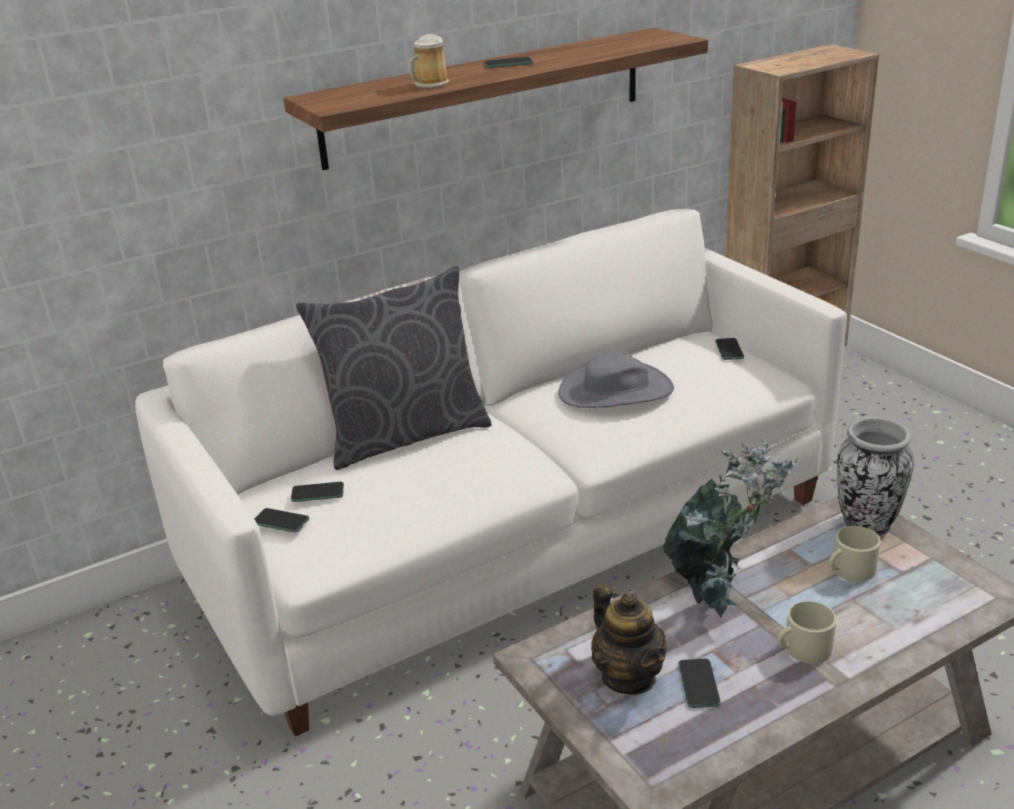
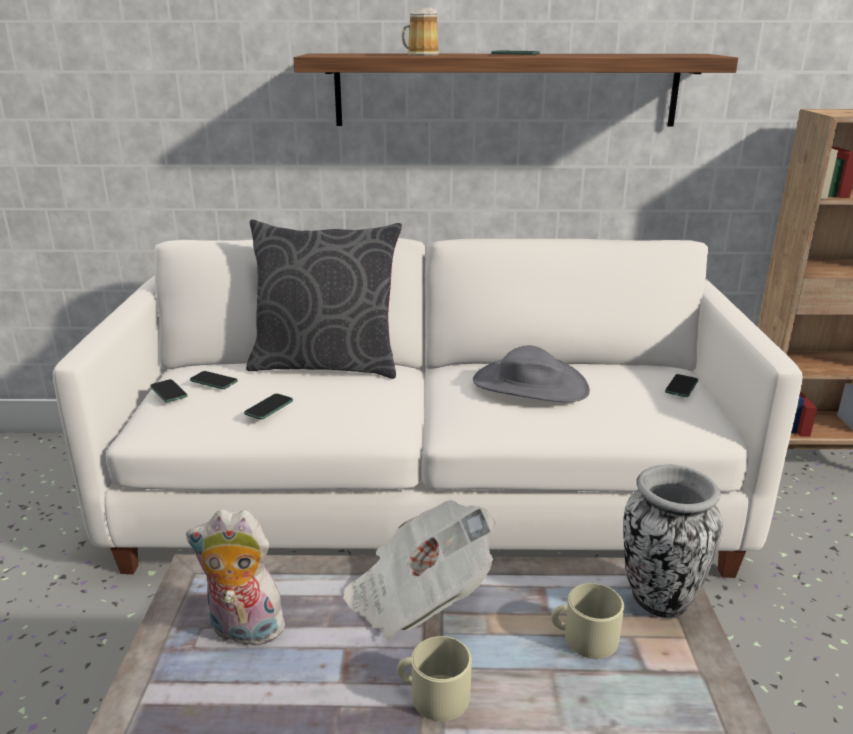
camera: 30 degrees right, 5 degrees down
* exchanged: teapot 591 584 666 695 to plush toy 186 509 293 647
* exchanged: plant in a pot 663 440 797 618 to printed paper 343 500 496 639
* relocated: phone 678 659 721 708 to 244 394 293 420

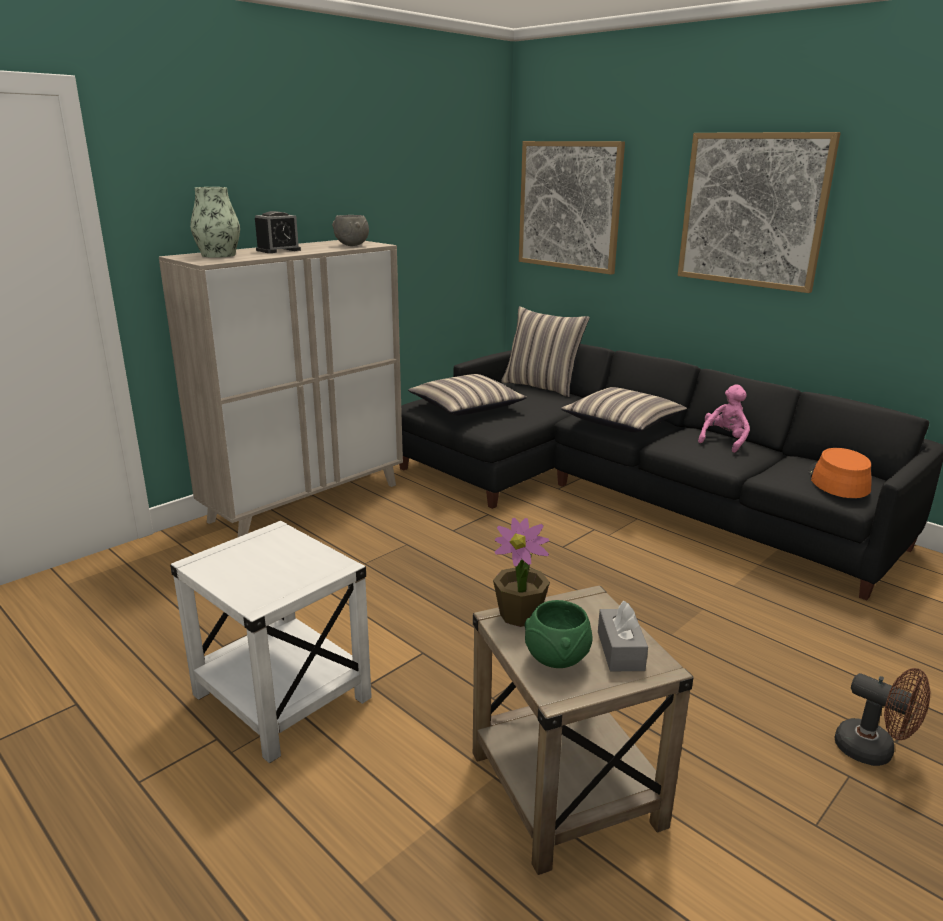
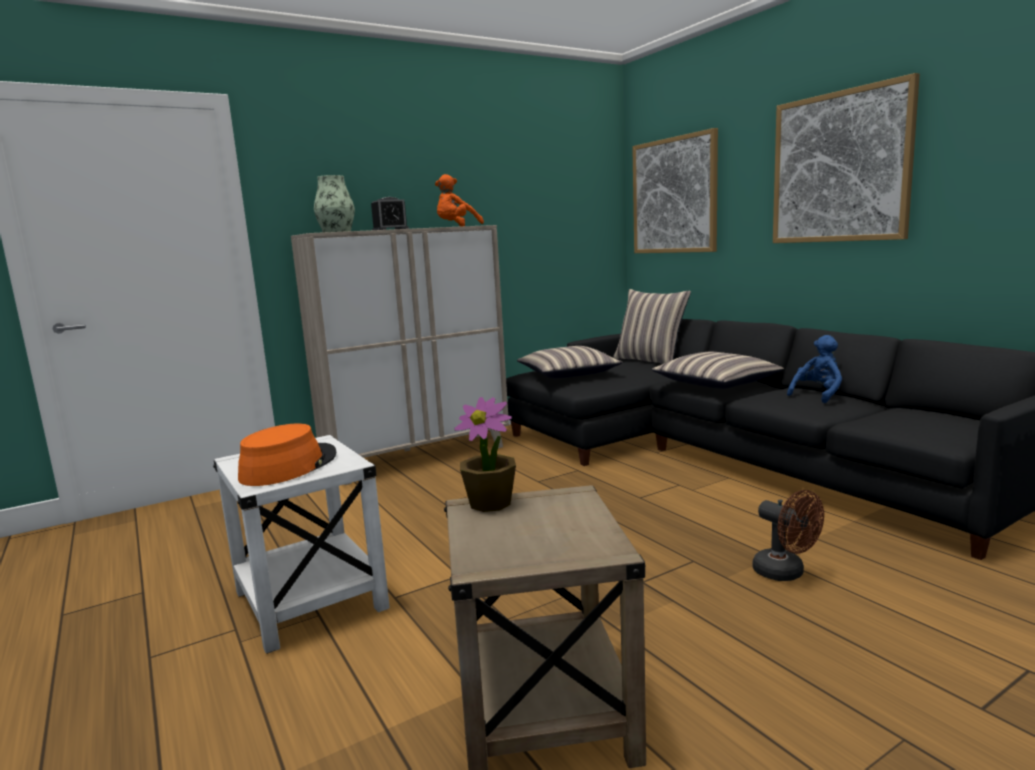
camera: 15 degrees right, 10 degrees down
* exchanged: gray deep dish 332 215 369 246 to orangey plush toy 435 174 484 226
* missing: green-coloured deep dish 525 600 593 668
* missing: gray box of tissues 598 601 648 671
* colour: pinkish plush toy 698 384 750 453 to blue plush toy 787 335 842 403
* relocated: orangey wearable hat 809 448 872 498 to 238 423 336 486
* relocated: brownish cooling fan 834 668 931 766 to 753 490 824 581

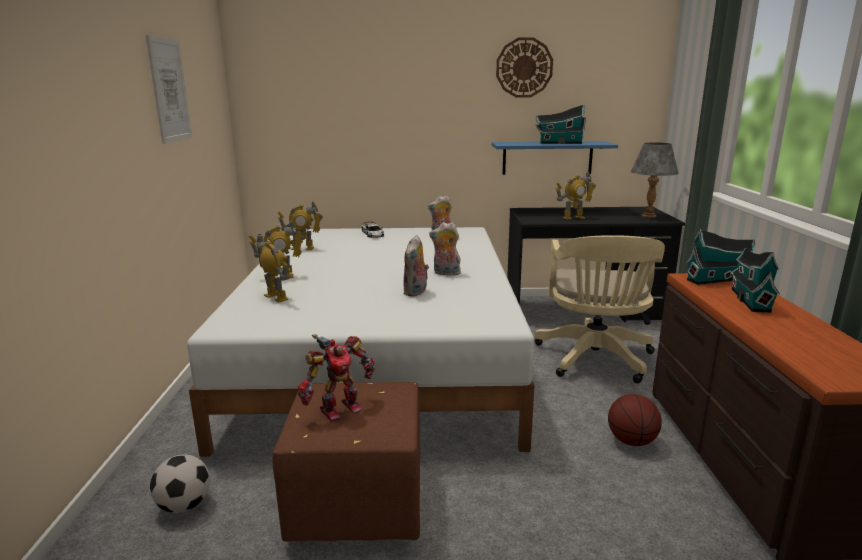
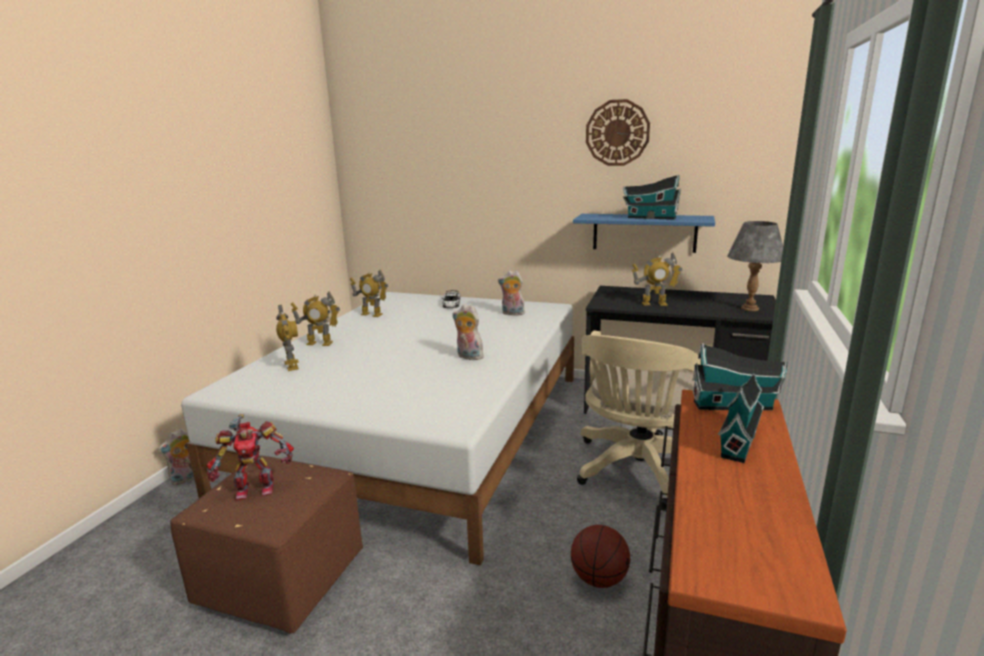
camera: 20 degrees right, 0 degrees up
* missing: wall art 146 35 192 144
* missing: ball for football 150 455 210 513
* relocated: plush toy 403 235 429 296 to 157 428 194 485

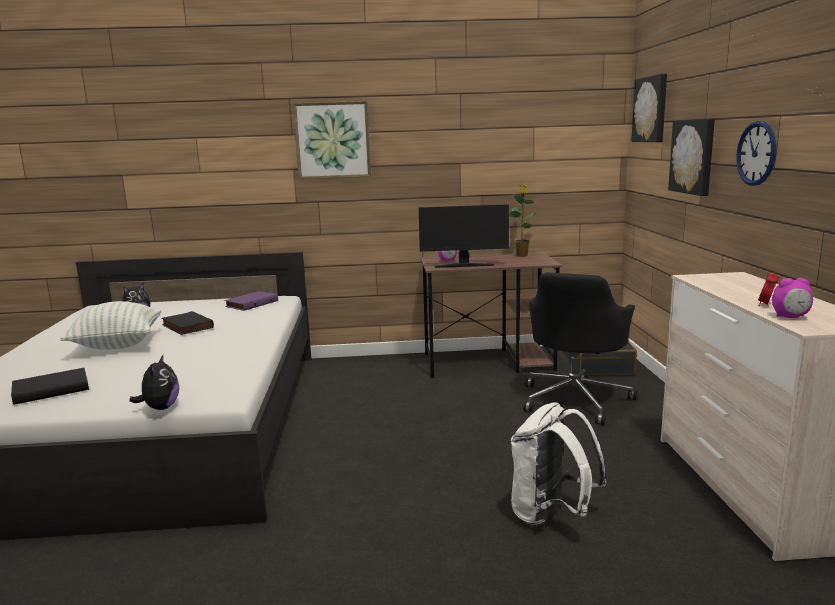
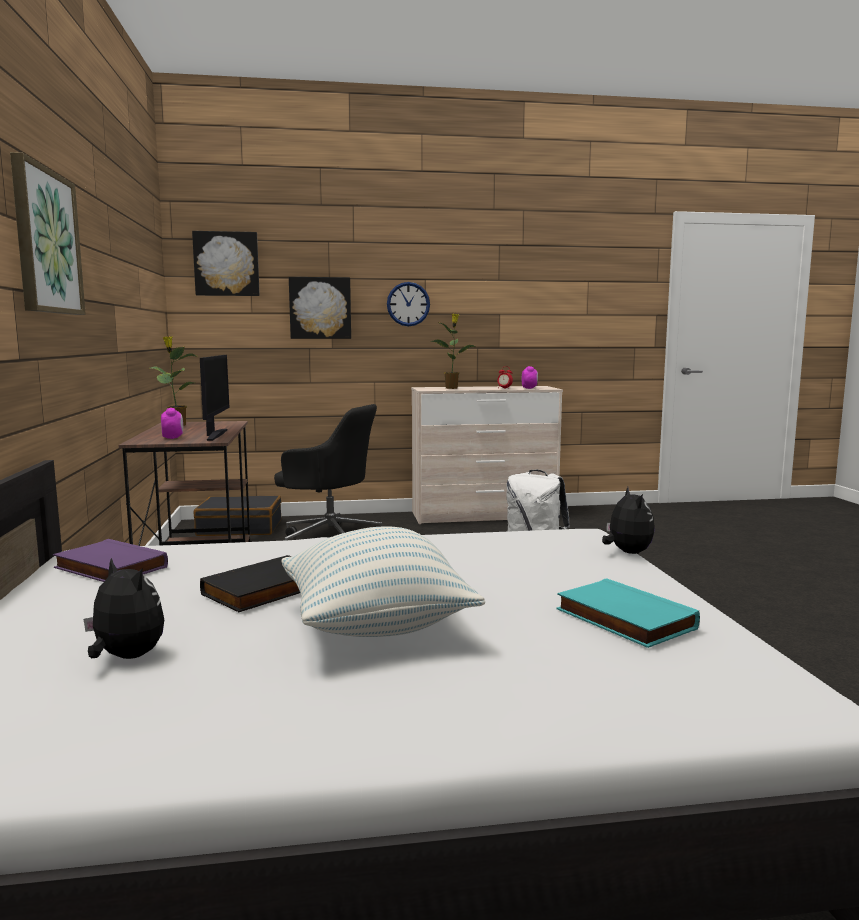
camera: 95 degrees left, 5 degrees down
* colour: black-coloured volume 11 368 89 405 to turquoise volume 556 578 700 648
* spun: plush toy 129 355 179 410 = 602 487 655 554 90 degrees clockwise
* appeared: plant in a pot 430 314 477 389

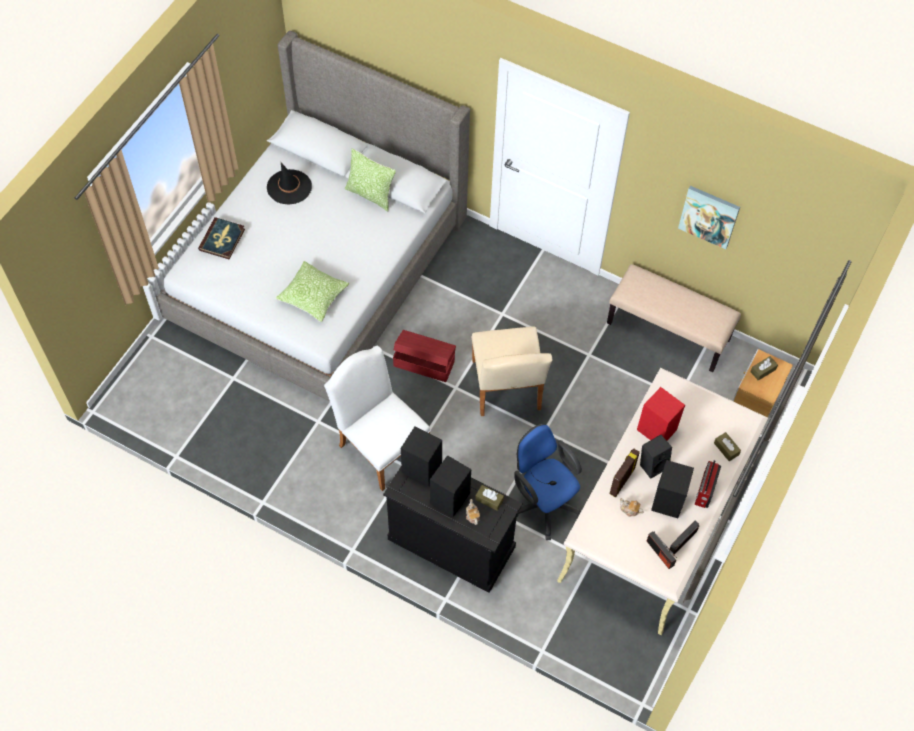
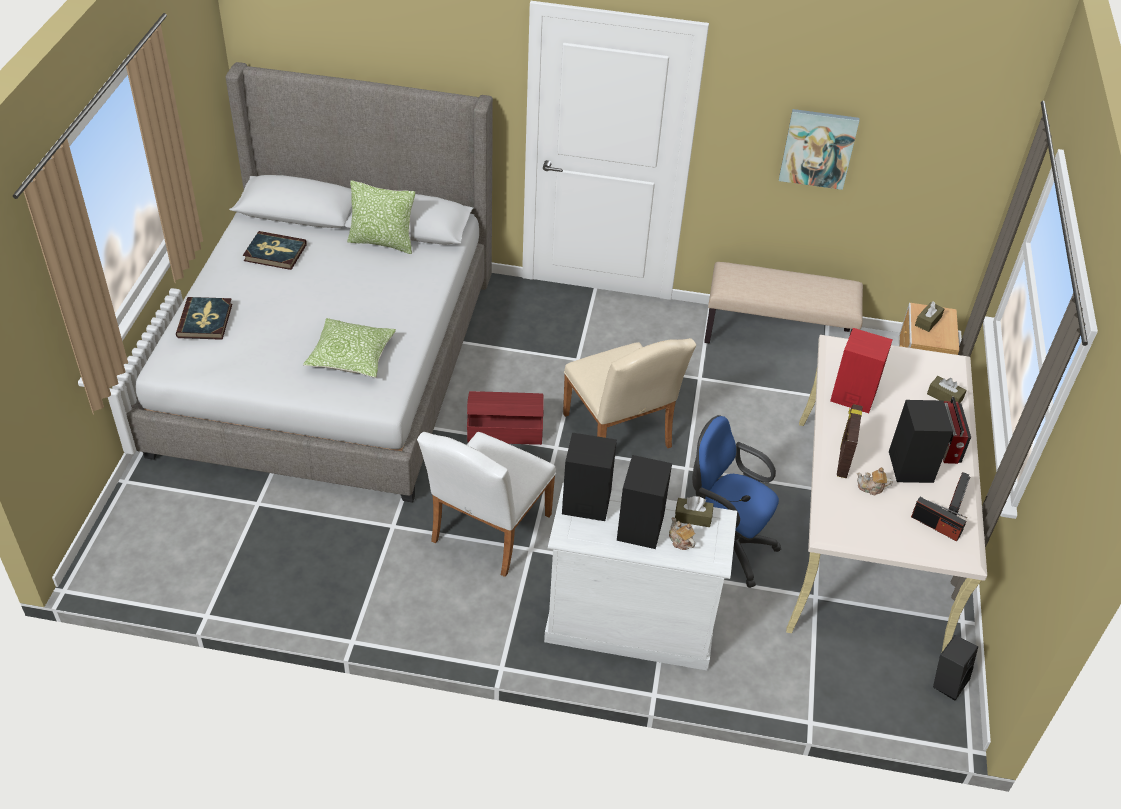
camera: 20 degrees left, 15 degrees down
* exchanged: black-coloured wearable hat 267 161 312 205 to volume 243 231 307 270
* spun: white upright chair 324 346 431 491 = 417 432 556 577 90 degrees counterclockwise
* colour: black-coloured chest of drawers 383 466 523 593 to white chest of drawers 544 483 737 670
* relocated: black-coloured audio speaker 640 435 672 479 to 933 635 978 701

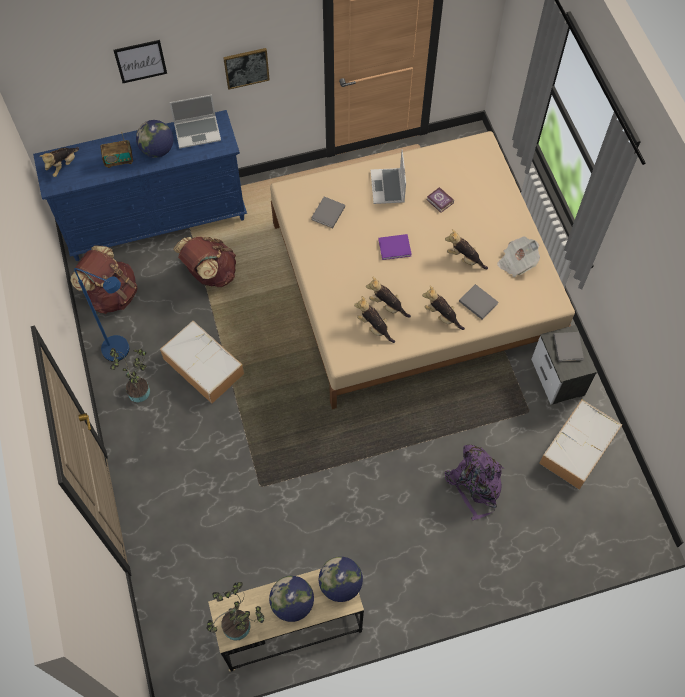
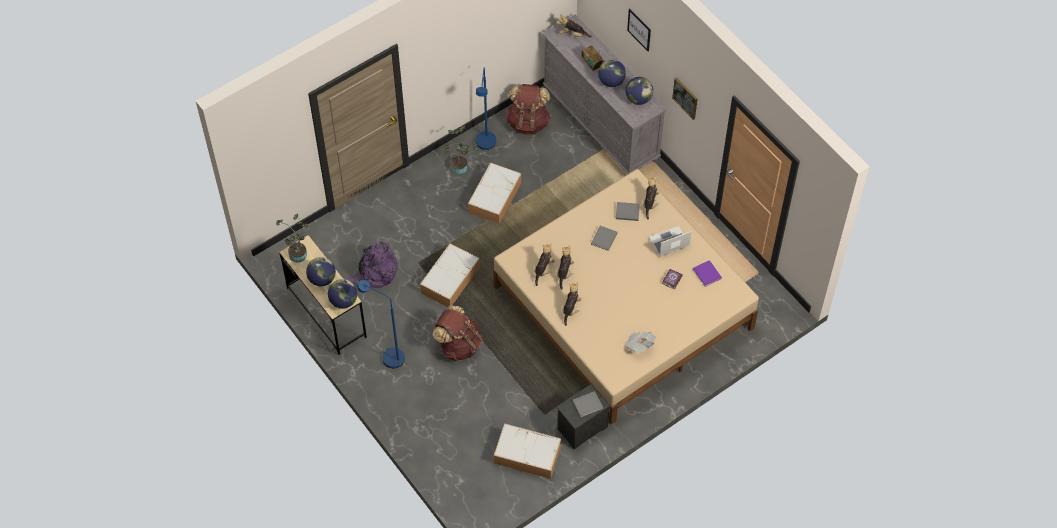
camera: 70 degrees right, 5 degrees down
* colour: blue chest of drawers 33 110 247 261 to gray chest of drawers 542 15 667 175
* exchanged: portable computer 169 95 221 149 to world globe 625 77 653 105
* relocated: brownish backpack 173 236 236 287 to 433 305 483 361
* relocated: purple volume 378 234 412 260 to 693 260 722 287
* relocated: plush toy 445 229 488 269 to 643 176 659 219
* relocated: purple backpack 445 445 504 521 to 348 241 397 288
* relocated: gray volume 459 284 498 319 to 591 226 617 251
* appeared: blue standard lamp 357 280 405 368
* appeared: storage bin 420 244 480 307

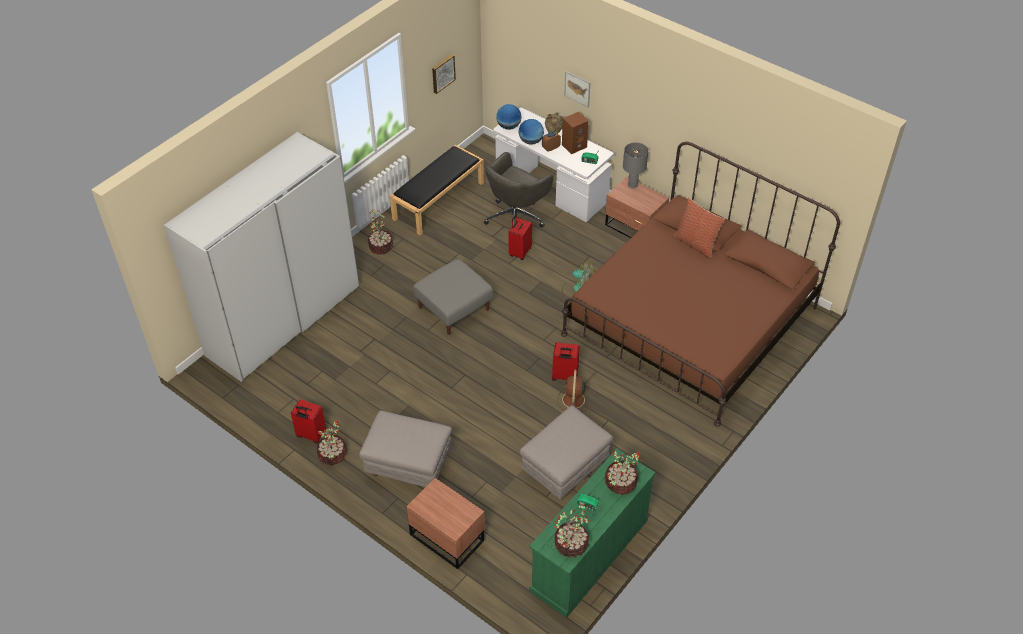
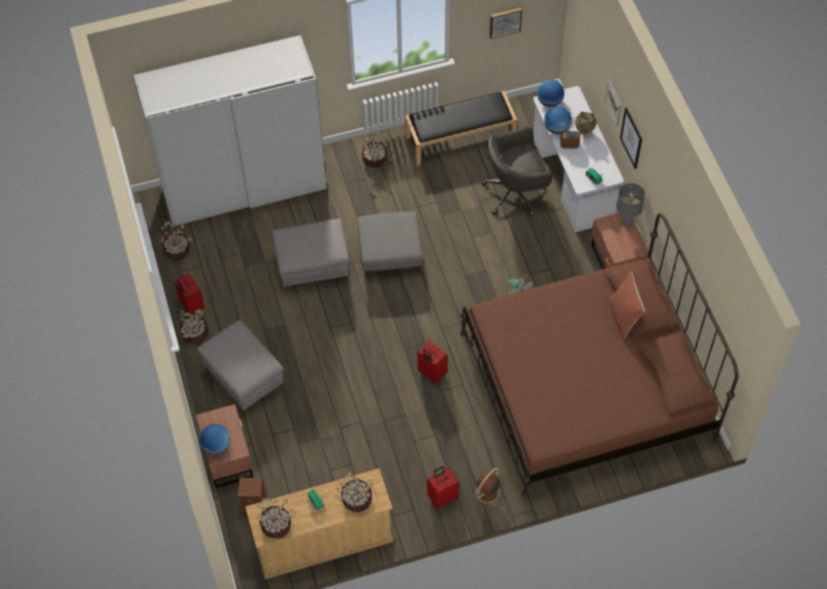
camera: 35 degrees right, 10 degrees up
* relocated: reddish piece of luggage 509 214 532 260 to 427 466 459 509
* relocated: gray footrest 520 405 613 500 to 272 219 350 287
* colour: green-coloured chest of drawers 529 449 656 618 to sand-coloured chest of drawers 245 468 393 579
* relocated: brownish cooling fan 557 370 590 412 to 470 468 503 510
* relocated: brownish audio speaker 562 112 589 154 to 238 478 266 513
* appeared: plant in a pot 160 220 194 261
* appeared: world globe 200 424 230 455
* appeared: wall art 620 107 642 169

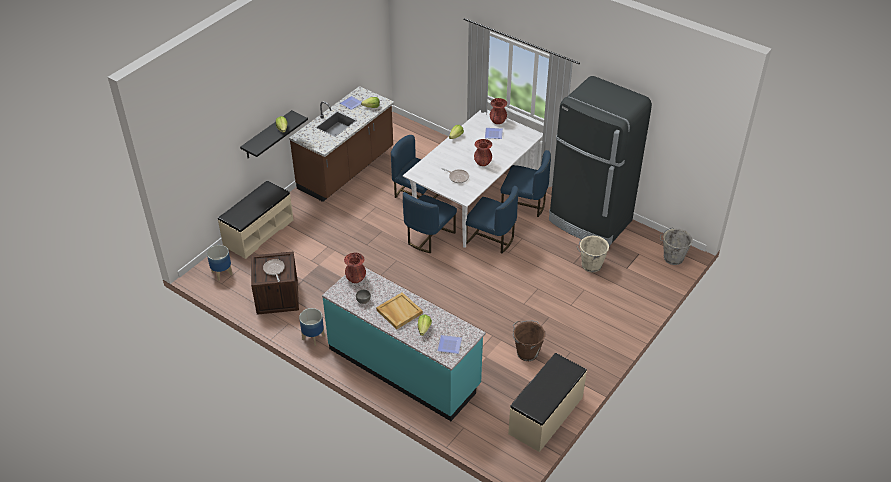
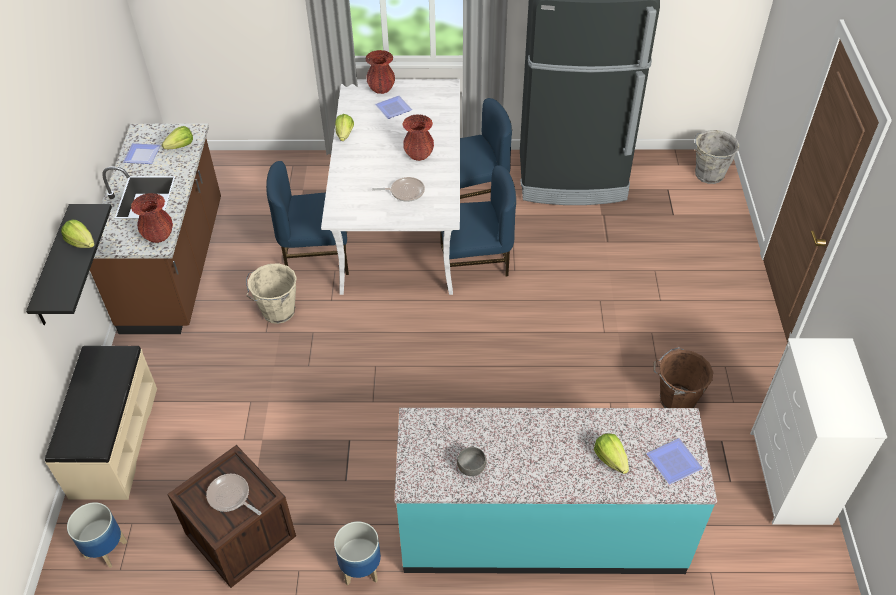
camera: 35 degrees left, 5 degrees up
* relocated: reddish flower vase 344 253 366 283 to 131 193 173 243
* missing: sand-coloured tray 376 292 423 329
* missing: blue upright chair 403 192 457 253
* exchanged: sand-coloured indoor bench 508 353 587 452 to white chest of drawers 750 338 887 525
* relocated: sand-coloured pail 577 236 609 272 to 246 263 297 324

